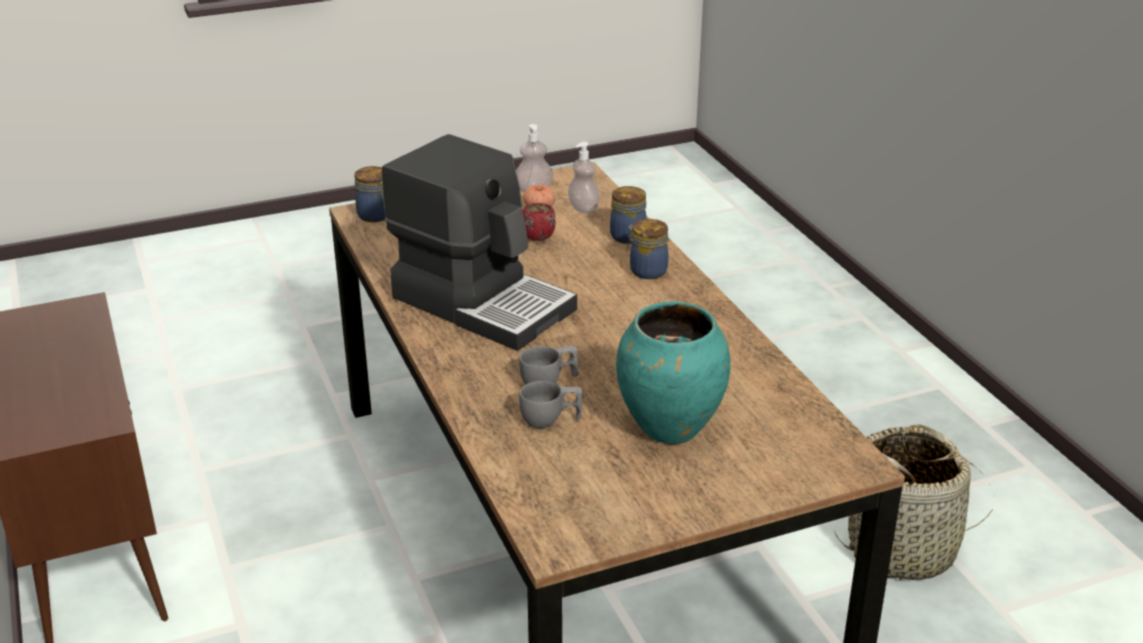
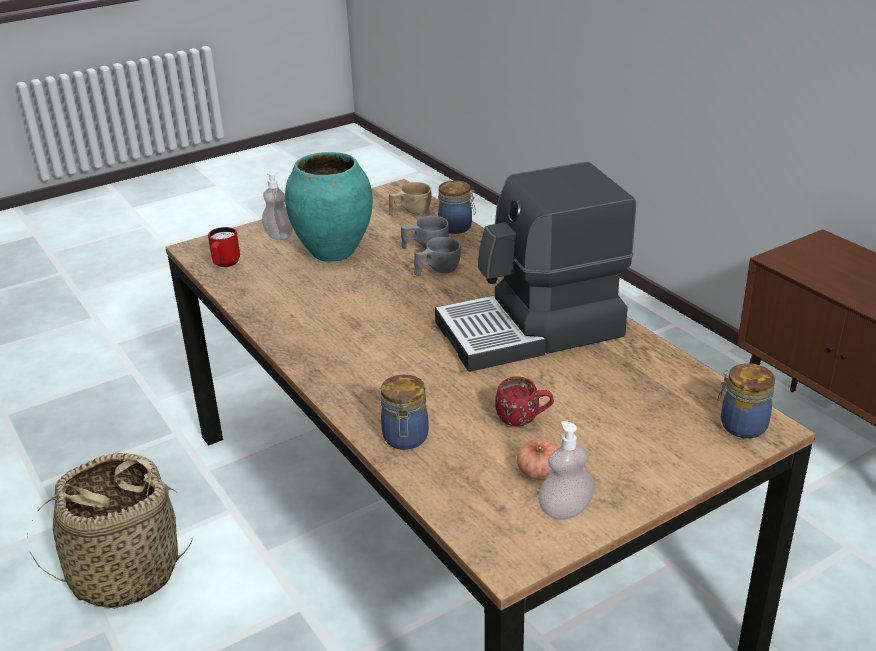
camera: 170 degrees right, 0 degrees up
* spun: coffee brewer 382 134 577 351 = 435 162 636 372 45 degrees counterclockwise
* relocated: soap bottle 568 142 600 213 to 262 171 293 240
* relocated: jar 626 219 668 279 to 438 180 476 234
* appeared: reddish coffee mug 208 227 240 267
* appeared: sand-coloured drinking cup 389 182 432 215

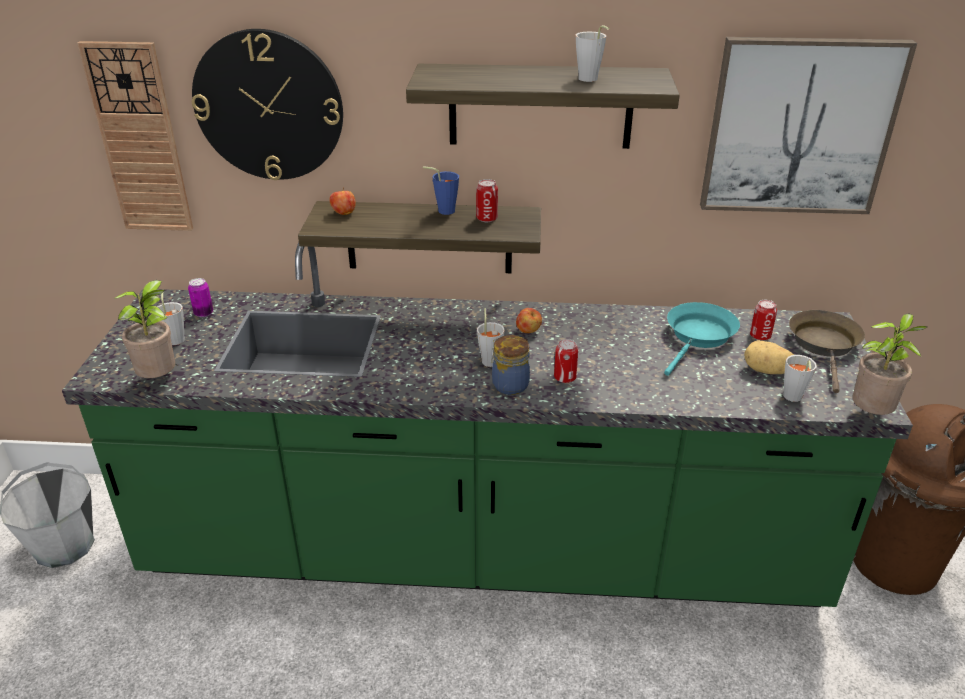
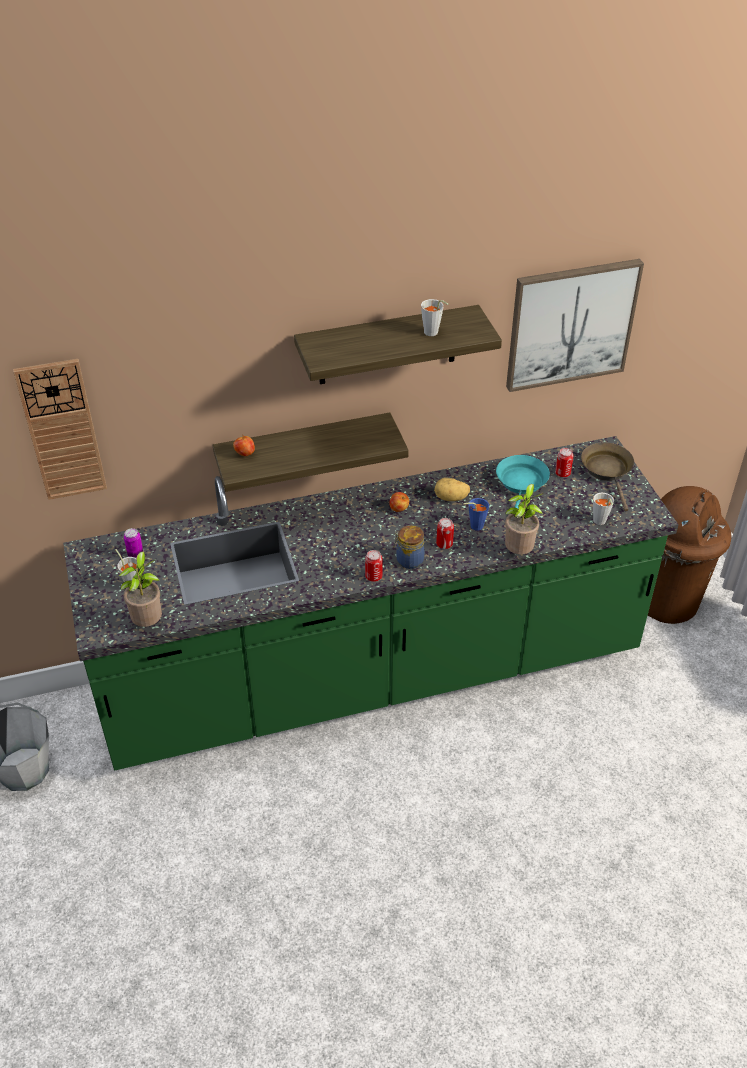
camera: 20 degrees left, 10 degrees up
* missing: hanging clock 192 29 343 180
* relocated: blue drinking cup 423 167 459 215 to 464 498 489 531
* relocated: sealed can 476 179 498 222 to 365 550 382 582
* missing: gray drinking cup 477 308 505 367
* relocated: spud 744 340 794 374 to 434 478 470 501
* relocated: plant in a pot 852 314 927 415 to 505 484 544 554

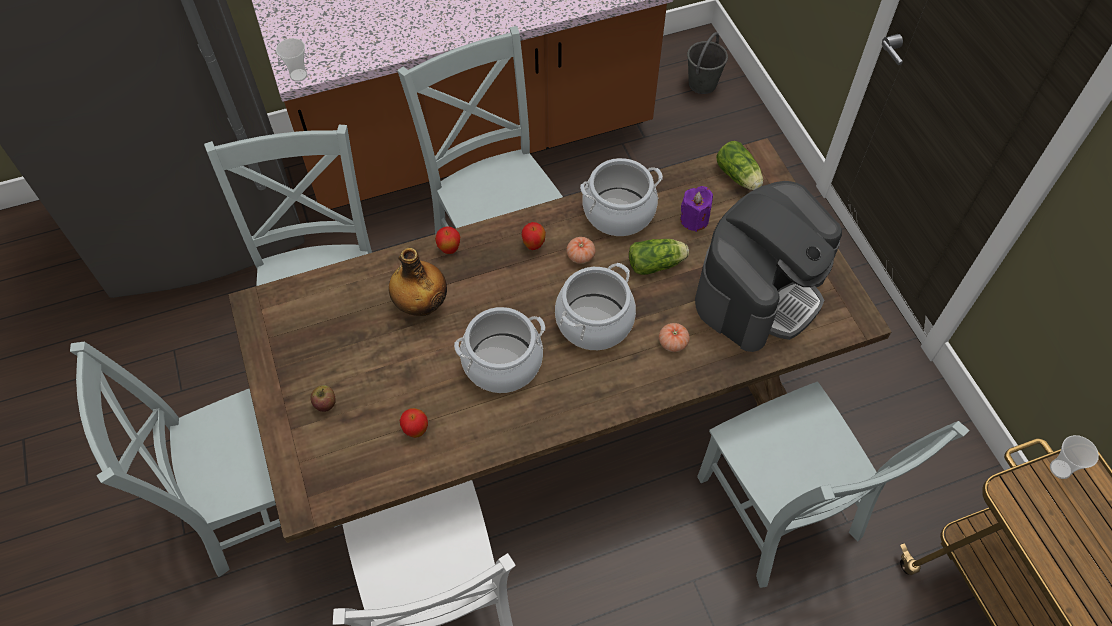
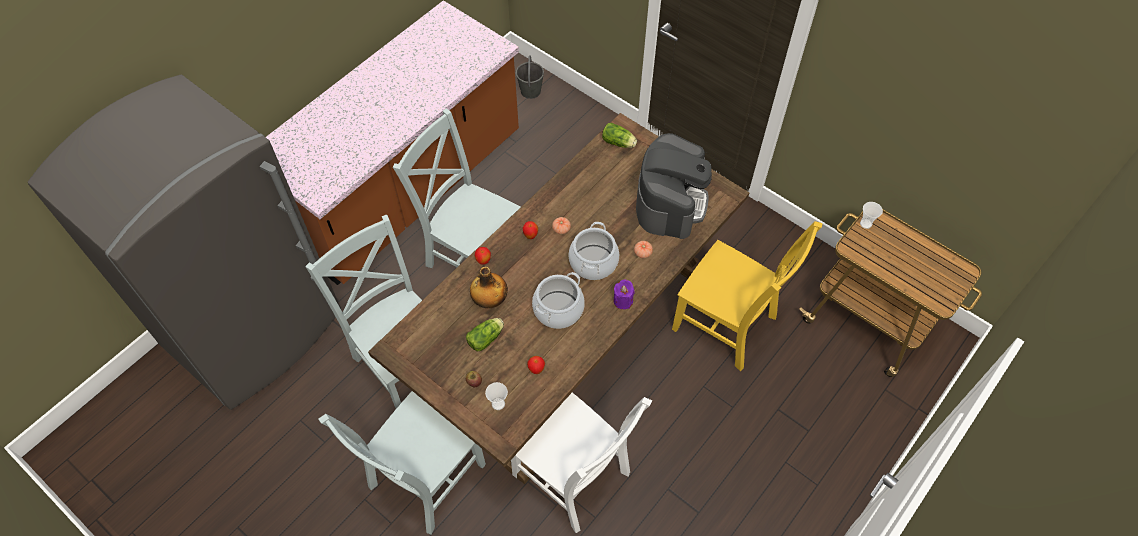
camera: 30 degrees left, 0 degrees up
* relocated: drinking cup 276 38 307 82 to 485 382 508 410
* missing: cooking pot 580 158 663 236
* relocated: lettuce head 629 239 689 275 to 466 318 504 351
* relocated: purple wax light 681 186 713 232 to 614 280 635 309
* colour: gray upright chair 697 381 970 588 to yellow upright chair 672 221 823 371

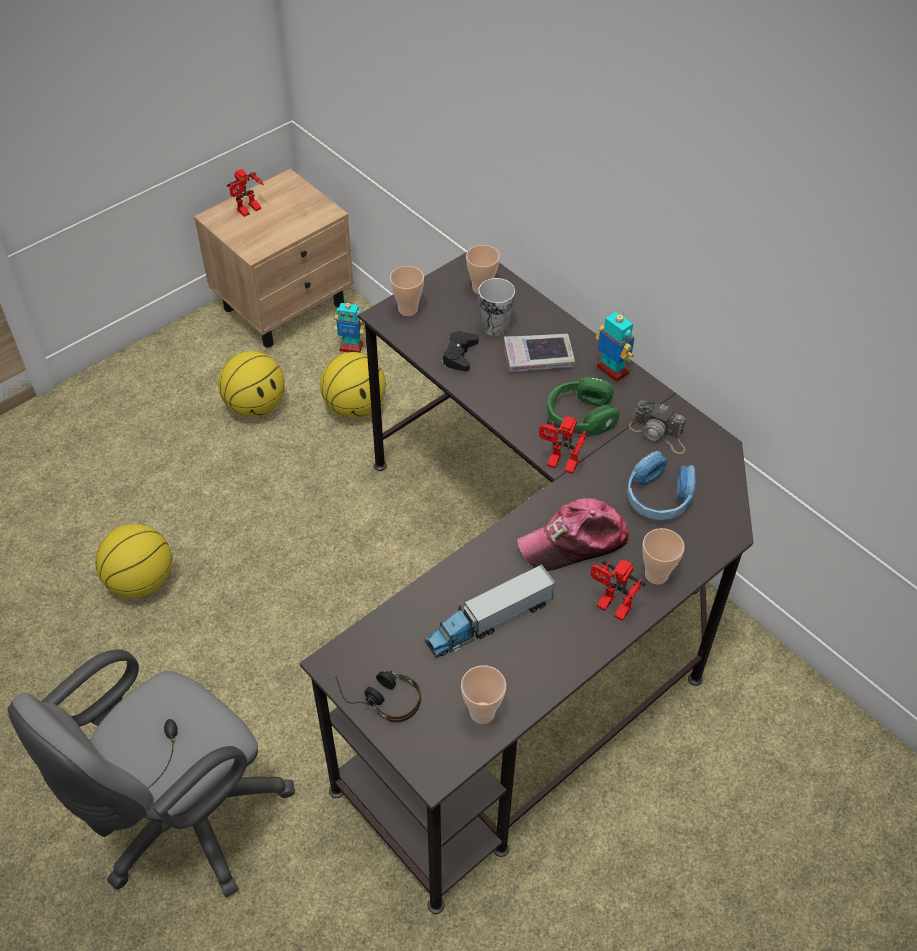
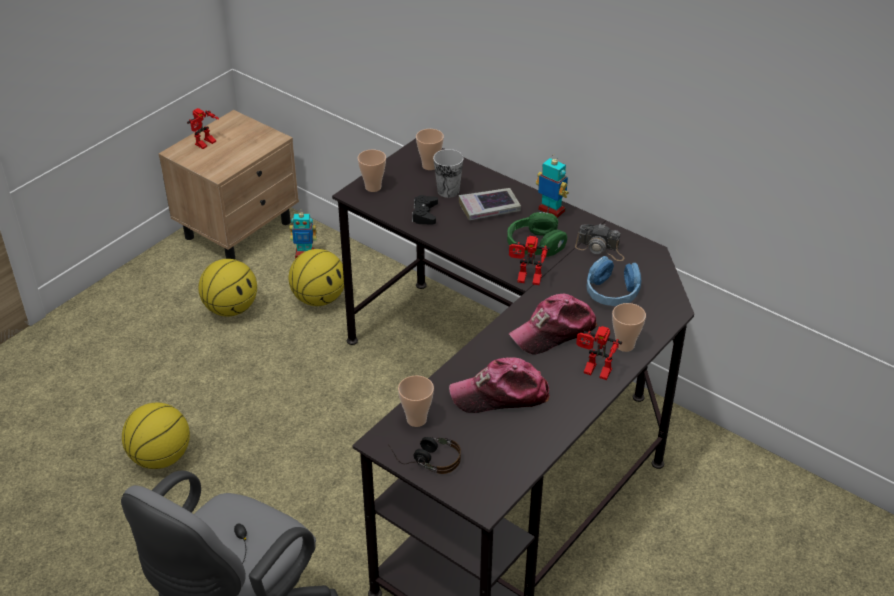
camera: 10 degrees left, 10 degrees down
* exchanged: toy lorry 425 564 556 658 to cap 449 357 550 413
* relocated: drinking cup 461 665 506 724 to 398 375 434 427

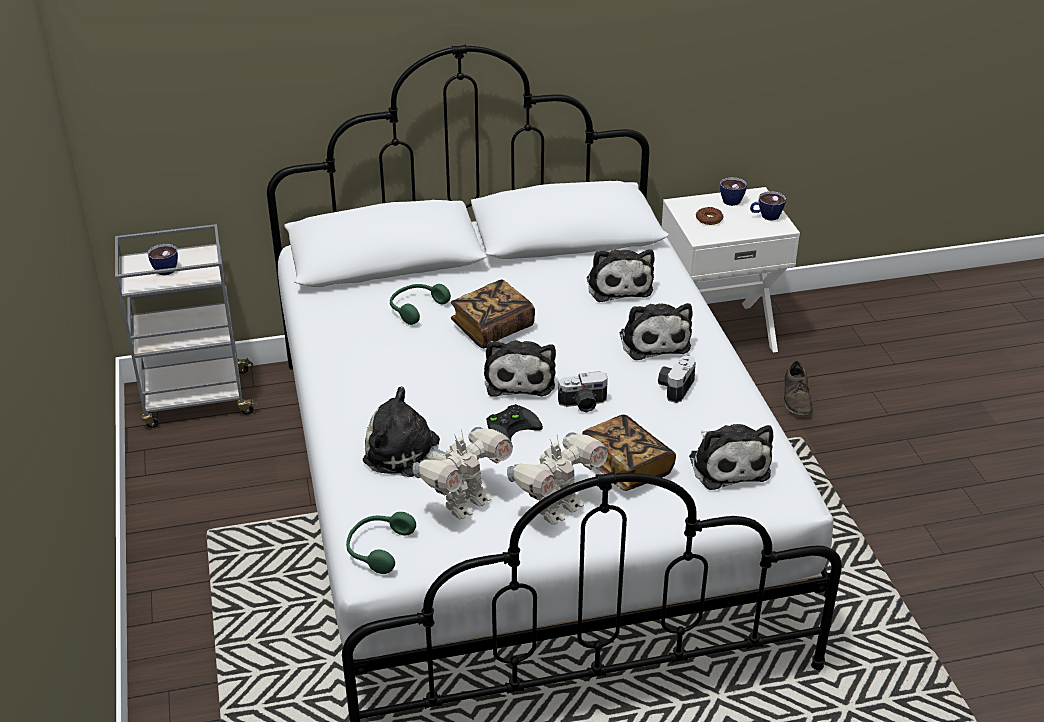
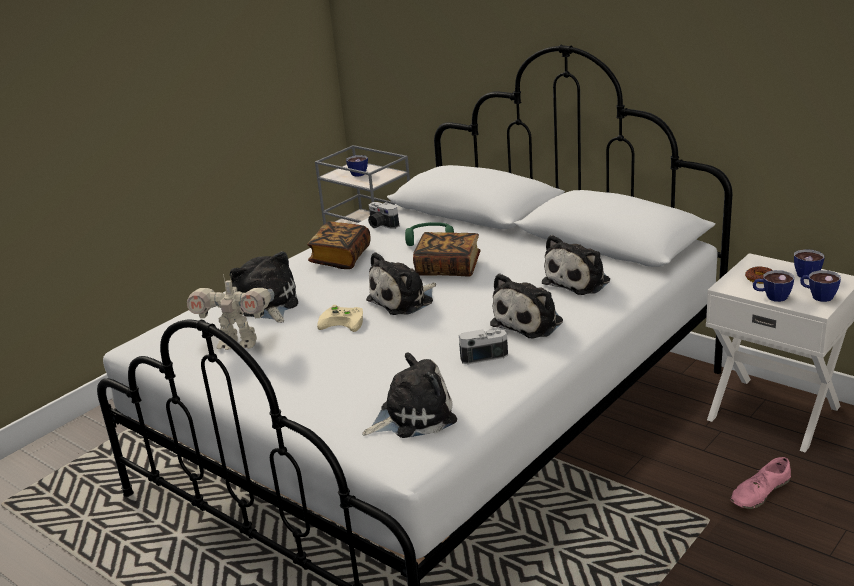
camera: 55 degrees right, 10 degrees down
* missing: green-coloured headphones 346 512 416 574
* colour: black-coloured gamepad 486 404 543 441 to sand-coloured gamepad 317 305 363 332
* missing: model robot 507 432 608 525
* relocated: still camera 558 371 608 412 to 368 202 400 229
* relocated: volume 582 414 676 491 to 307 221 371 269
* spun: plush toy 689 424 773 490 = 362 352 457 438 150 degrees counterclockwise
* colour: brownish shoe 784 361 813 416 to pinkish shoe 730 457 791 509
* appeared: drinking cup 753 270 794 302

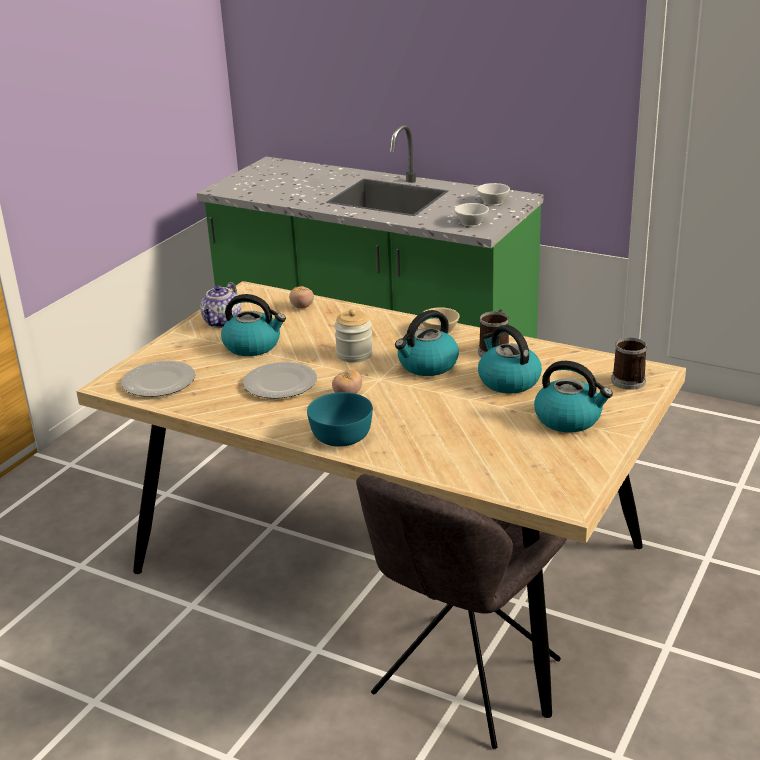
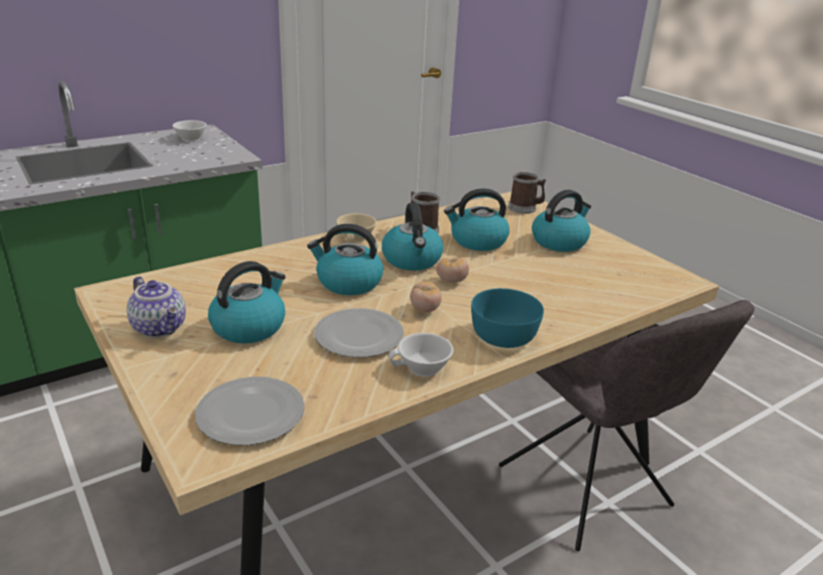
camera: 65 degrees left, 0 degrees up
* relocated: tomato 289 286 314 309 to 436 258 469 283
* exchanged: jar 334 309 373 363 to tea kettle 307 224 383 295
* relocated: white drinking cup 454 203 489 227 to 388 333 453 377

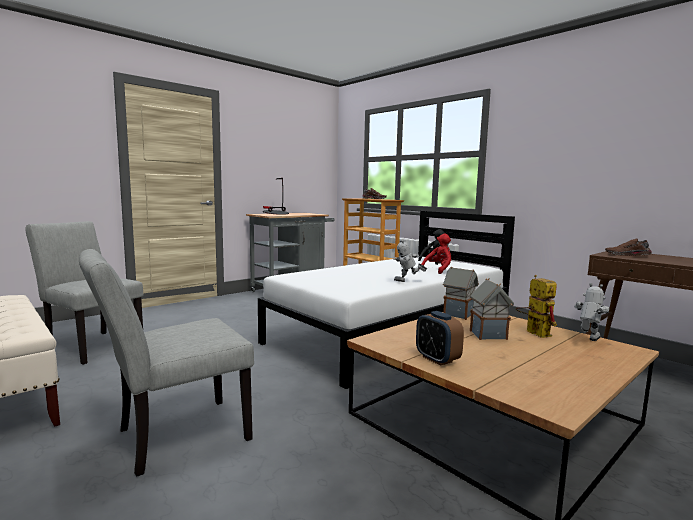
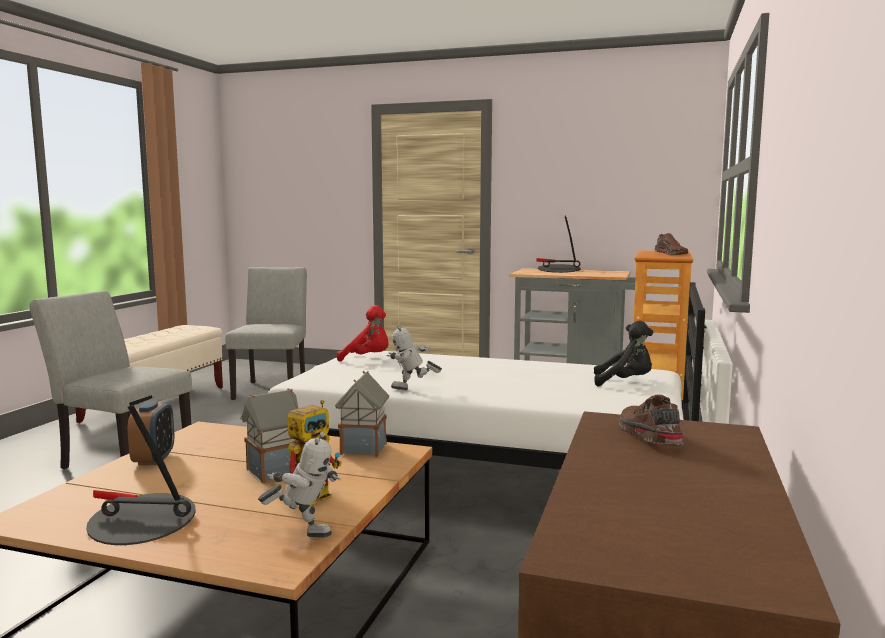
camera: 60 degrees right, 0 degrees up
* spun: model robot 393 240 427 282 = 387 324 442 390 60 degrees counterclockwise
* spun: alarm clock 416 311 464 366 = 128 401 174 465 150 degrees clockwise
* relocated: reddish plush toy 420 234 451 274 to 337 305 388 362
* appeared: tabletop lamp 86 395 196 545

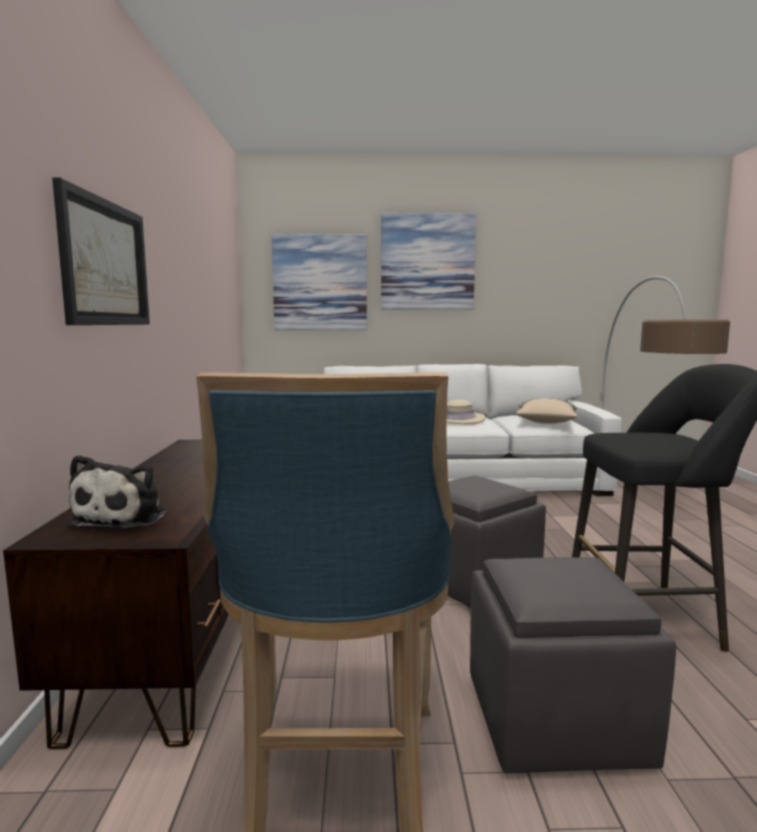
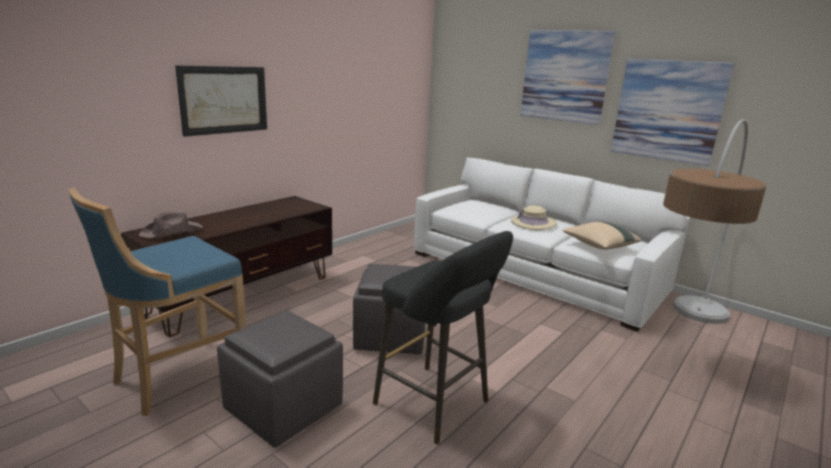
camera: 40 degrees right, 10 degrees up
* exchanged: plush toy 66 455 168 529 to brownish wearable hat 139 210 203 238
* relocated: wall art 272 234 367 330 to 611 59 735 166

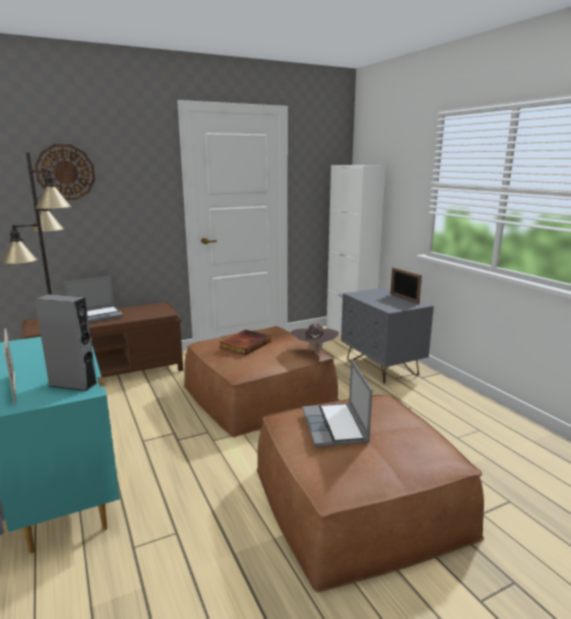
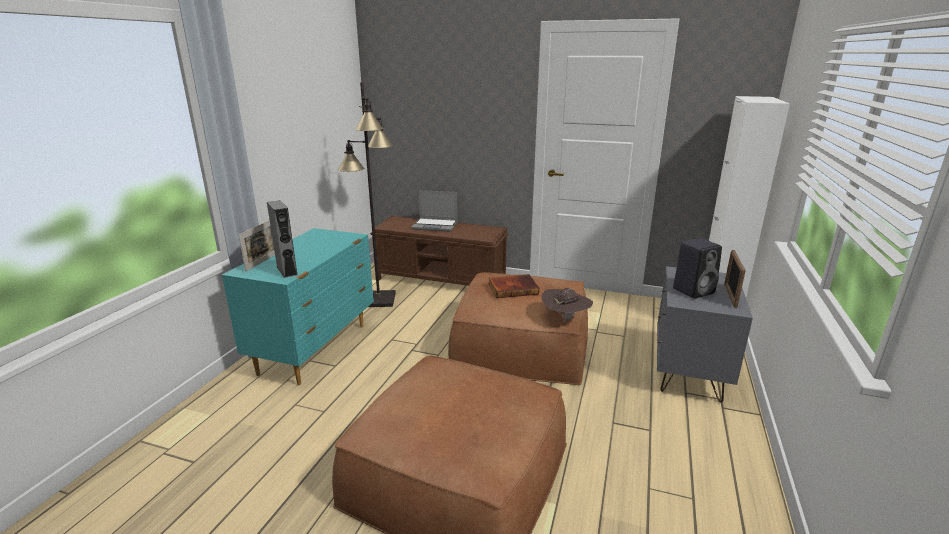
camera: 45 degrees right, 5 degrees up
* missing: hanging clock 35 144 95 200
* missing: portable computer 303 359 373 447
* appeared: black-coloured audio speaker 673 238 722 299

